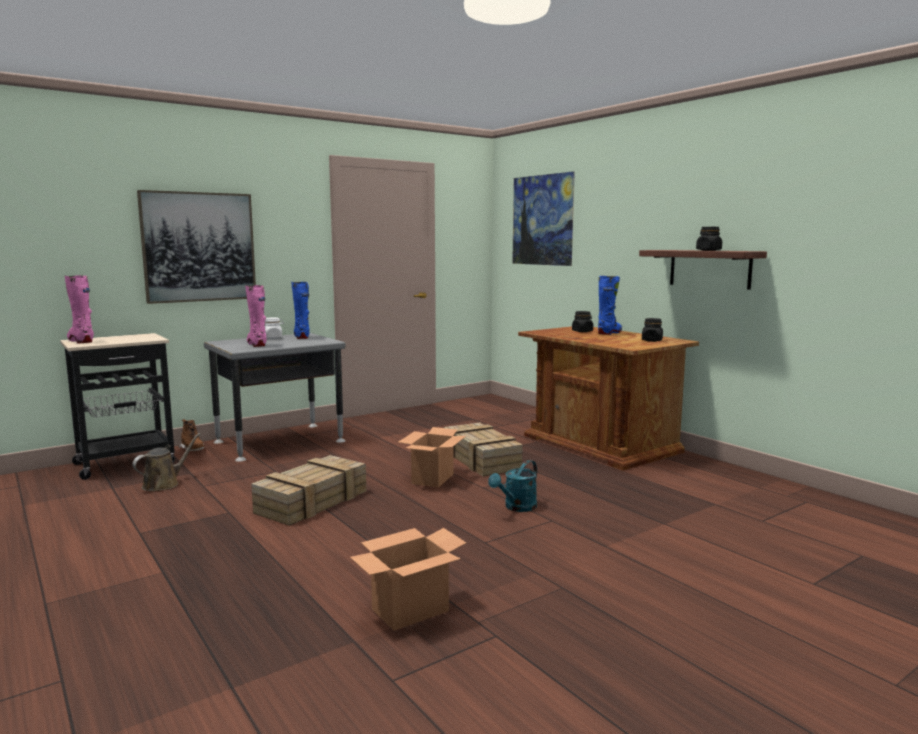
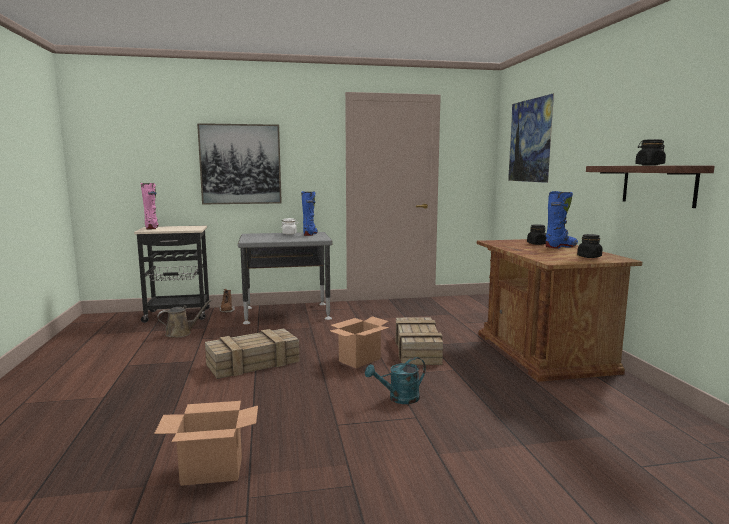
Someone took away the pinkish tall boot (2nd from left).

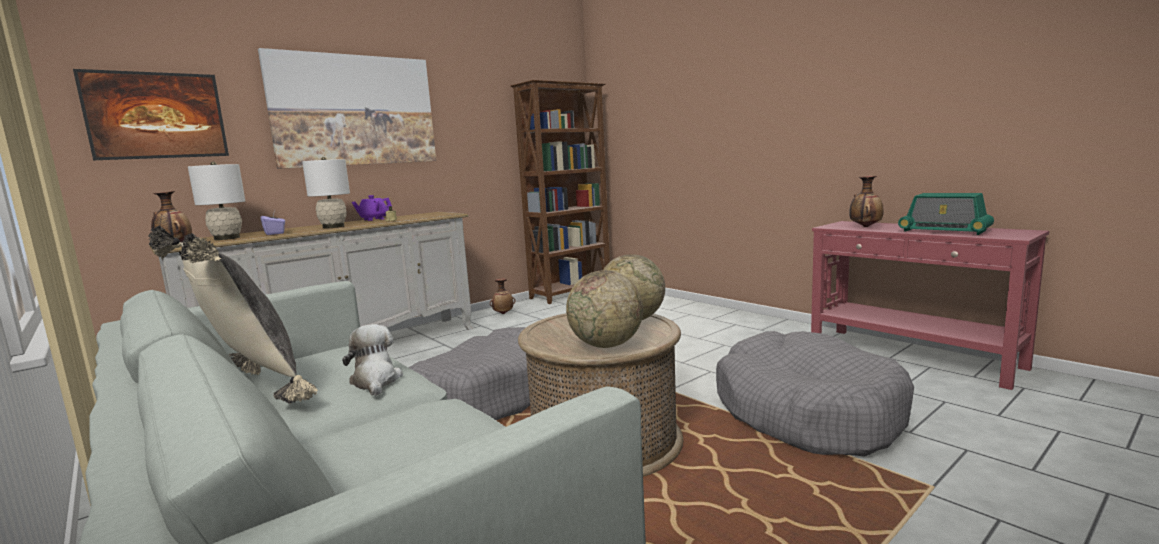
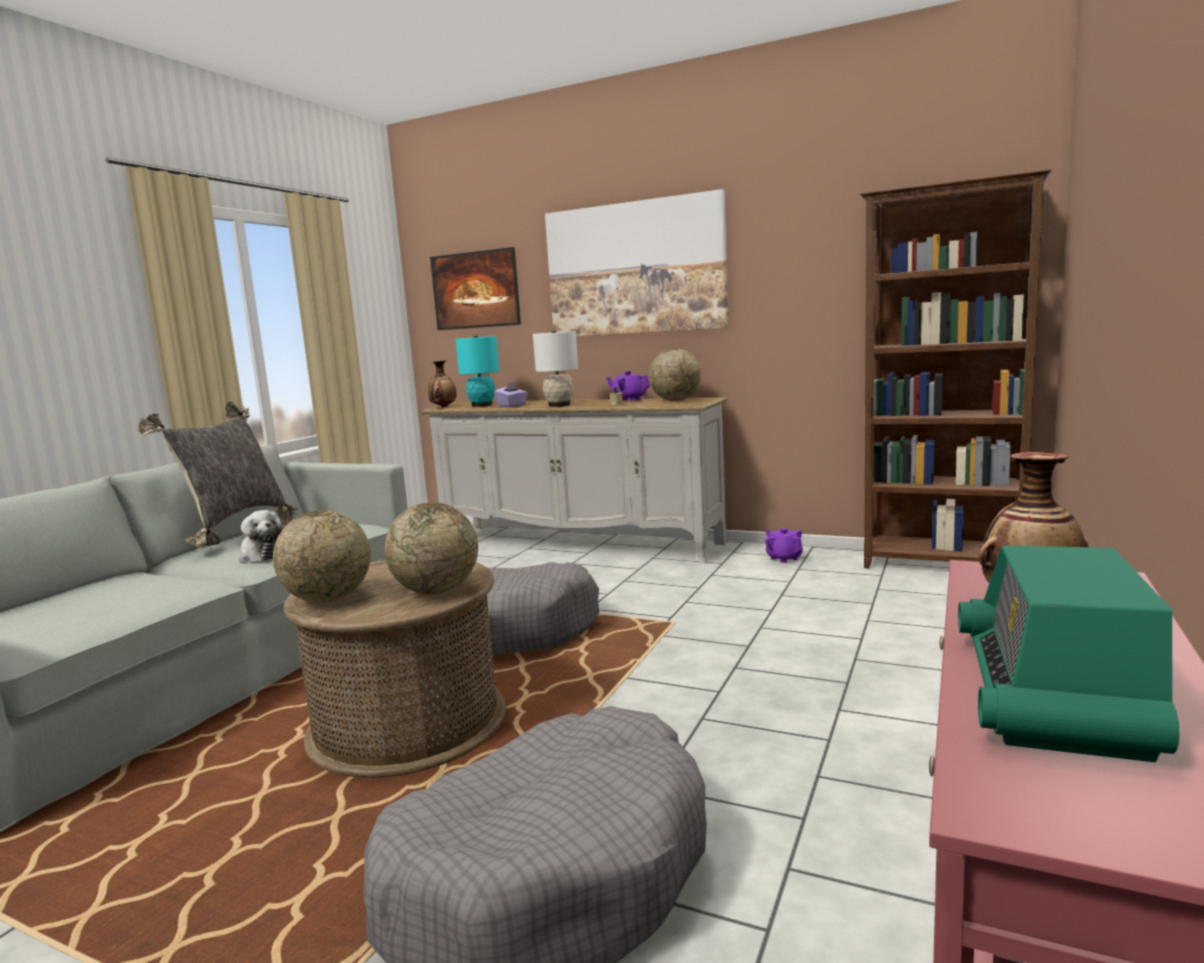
Someone repainted the white tabletop lamp (1st from left), which became the turquoise tabletop lamp.
Someone rotated the soft toy by 90 degrees clockwise.
Someone swapped the decorative vase (2nd from left) for the purple teapot (2nd from left).
Someone put down the world globe (3rd from left).

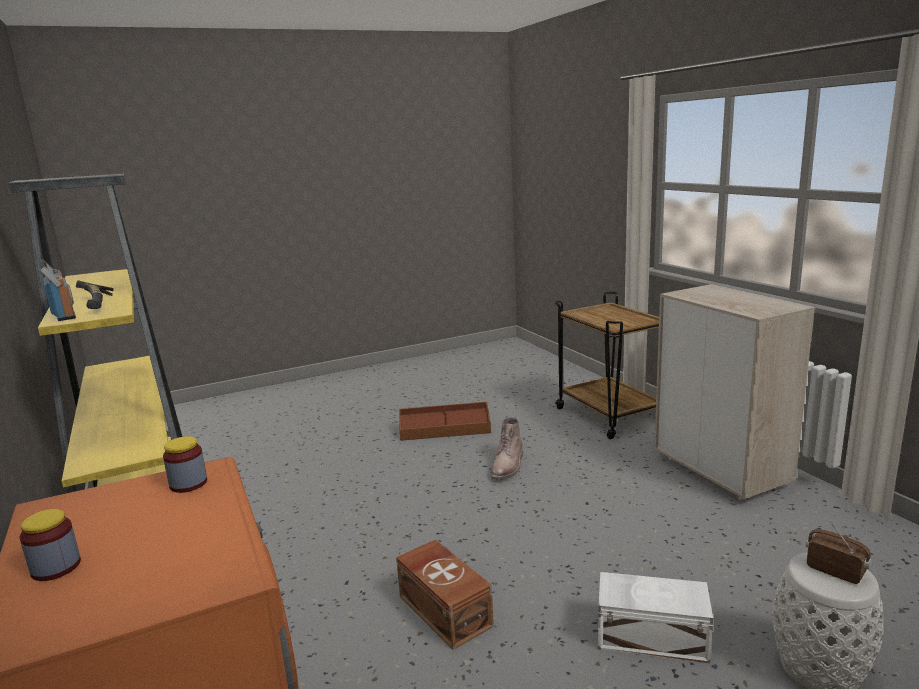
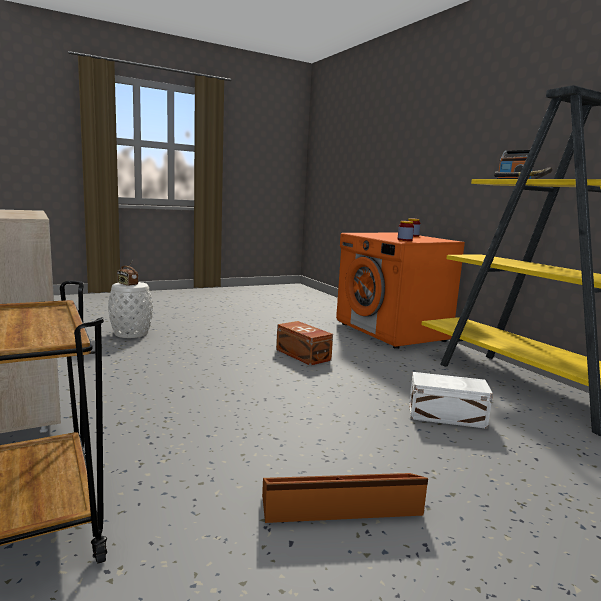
Someone took away the brown tall boot.
Someone carried the white storage bin.

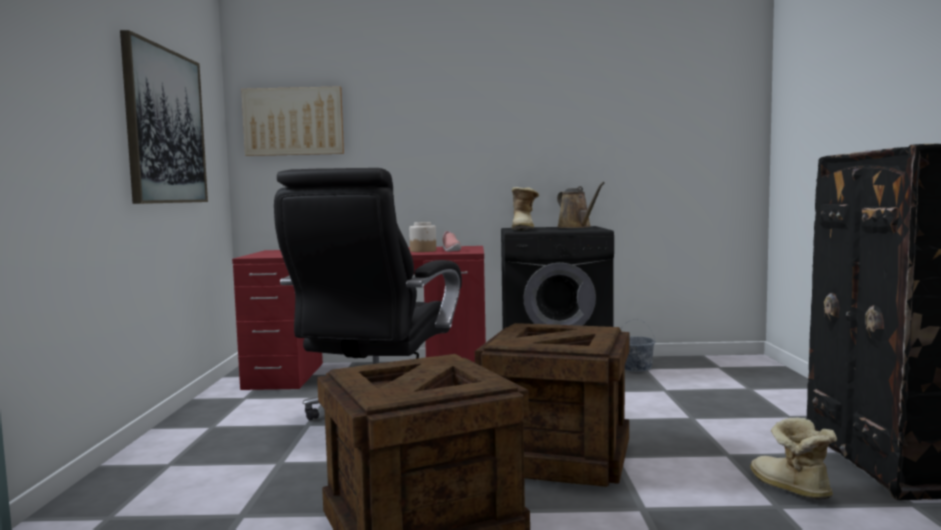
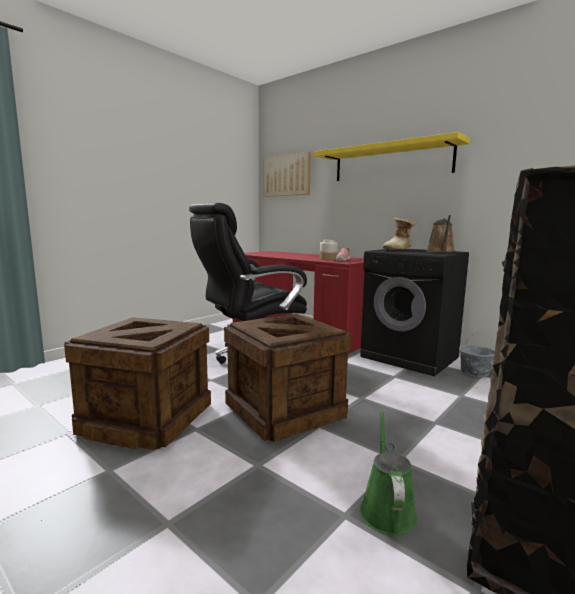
Someone took away the wall picture (1st from left).
Someone swapped the tall boot (2nd from left) for the greenish watering pot.
Someone put up the yellowish bracket shelf.

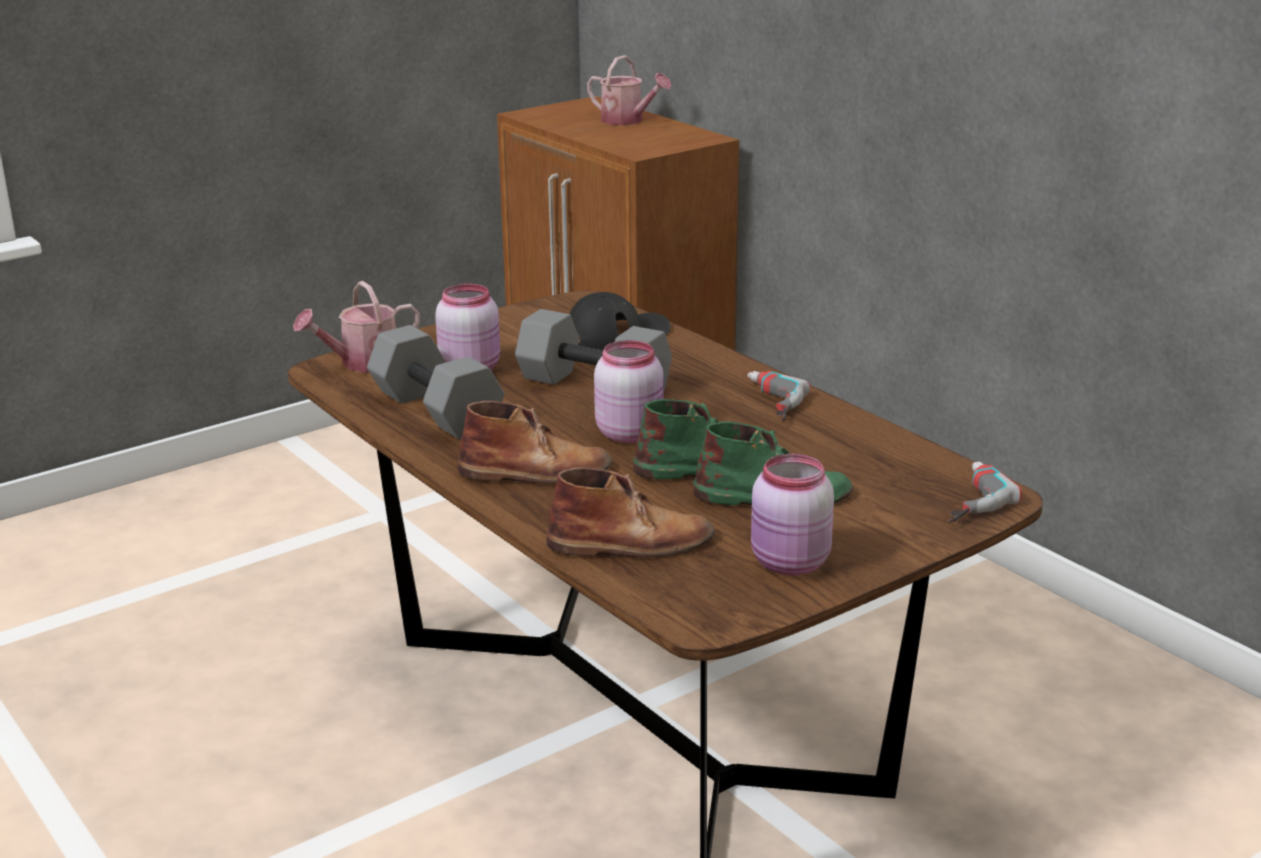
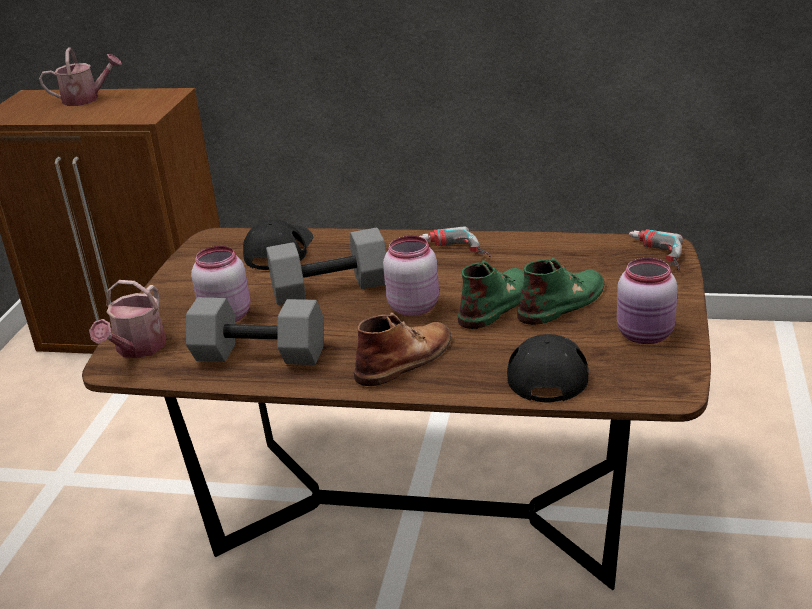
Someone swapped the brown tall boot (2nd from left) for the black-coloured peaked cap (2nd from left).

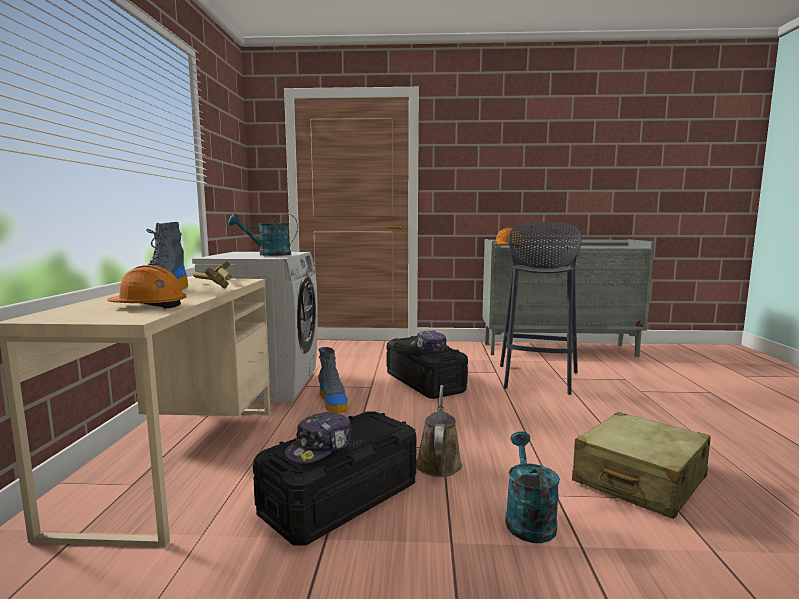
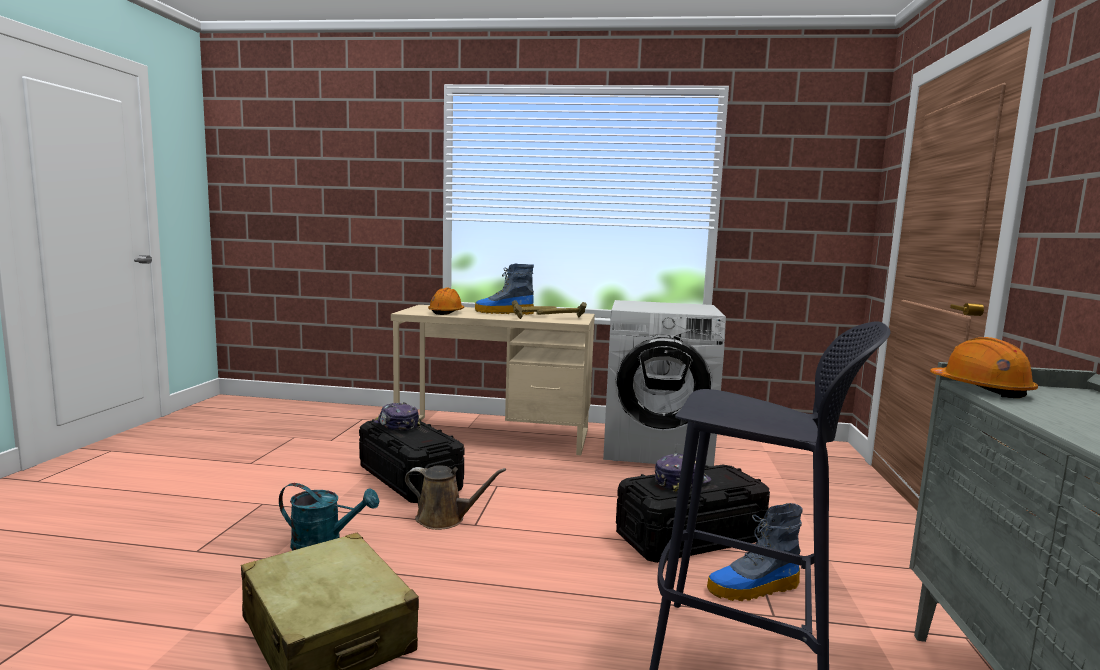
Someone took away the turquoise watering pot (1st from left).
Someone carried the tall boot (2nd from left).

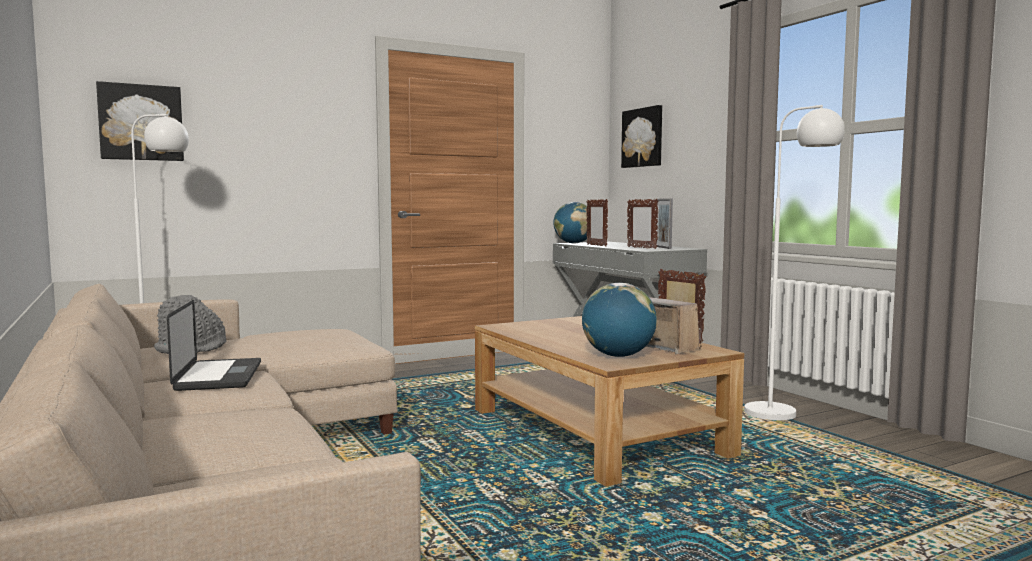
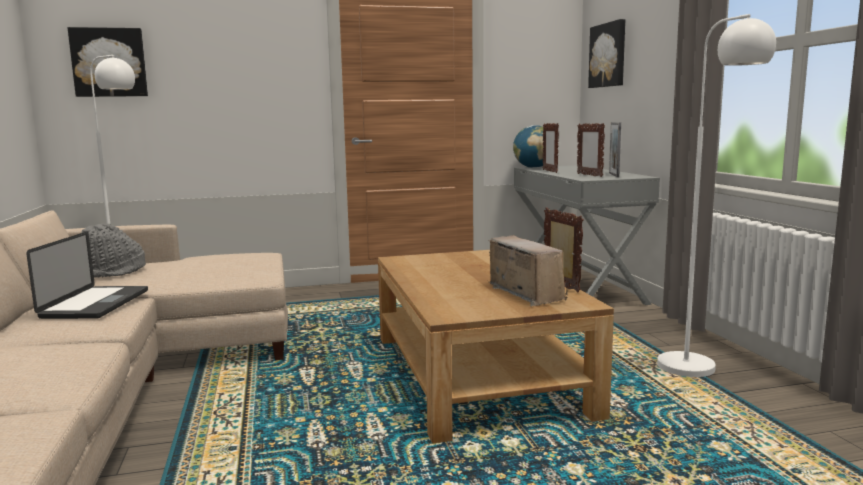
Someone took away the world globe (2nd from left).

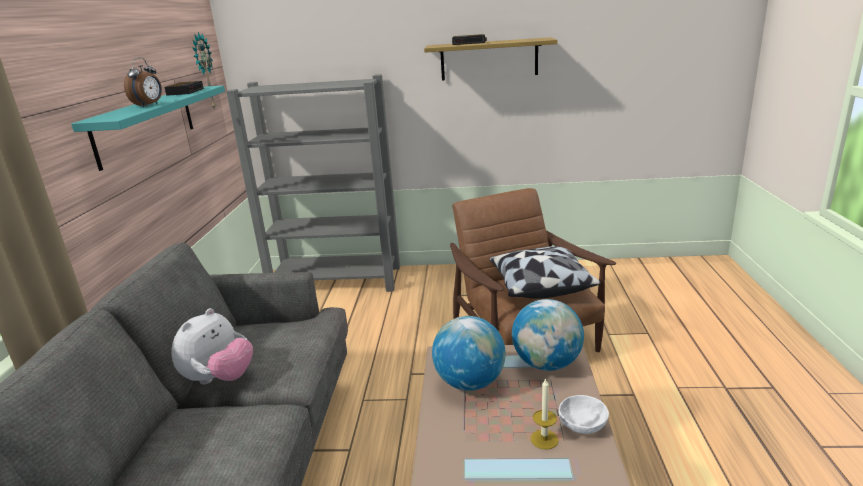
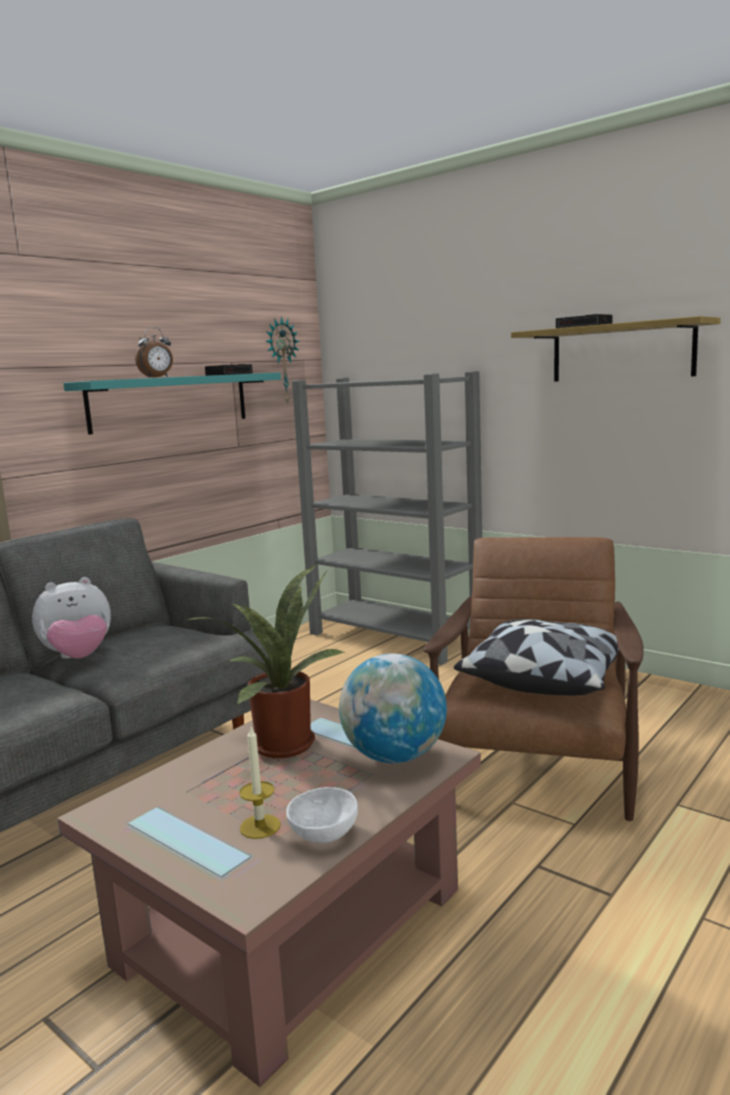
Someone swapped the world globe (1st from left) for the houseplant.

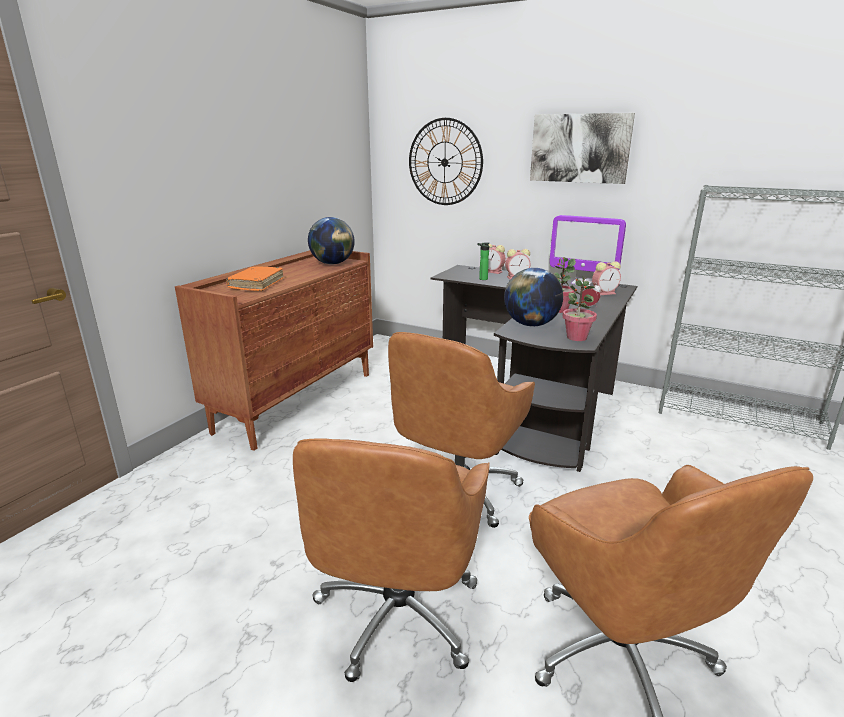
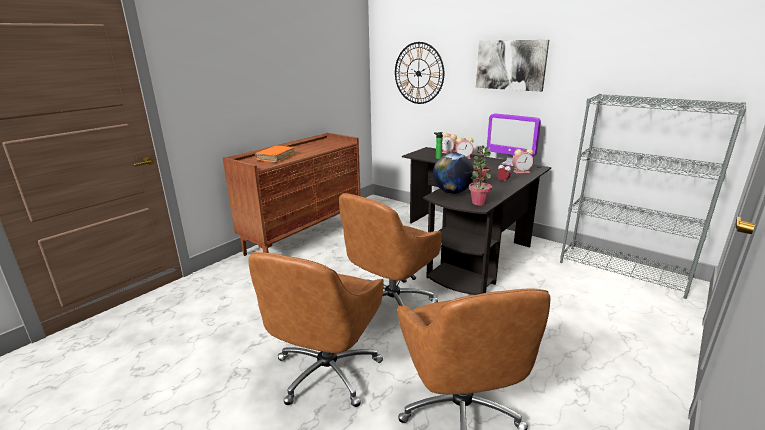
Someone took away the world globe (1st from left).

